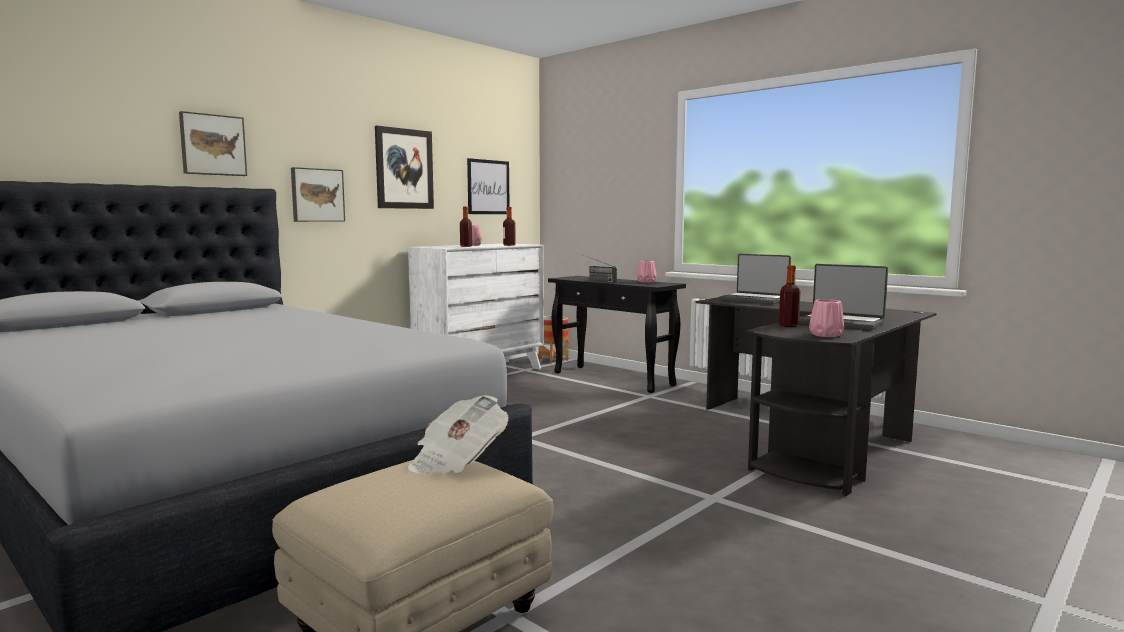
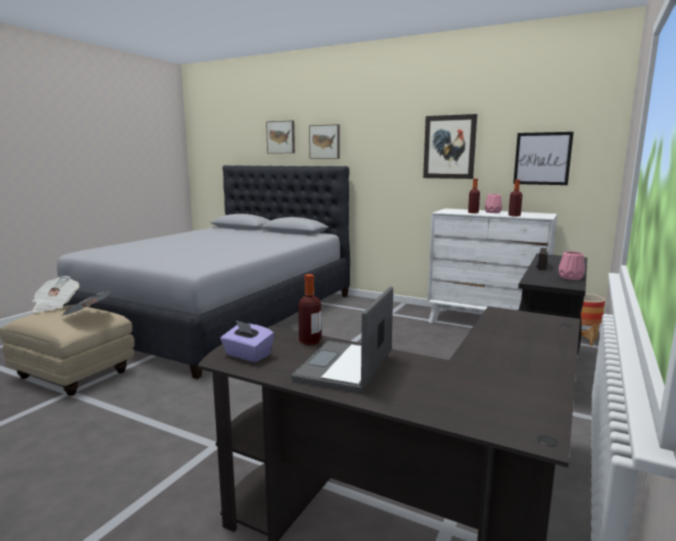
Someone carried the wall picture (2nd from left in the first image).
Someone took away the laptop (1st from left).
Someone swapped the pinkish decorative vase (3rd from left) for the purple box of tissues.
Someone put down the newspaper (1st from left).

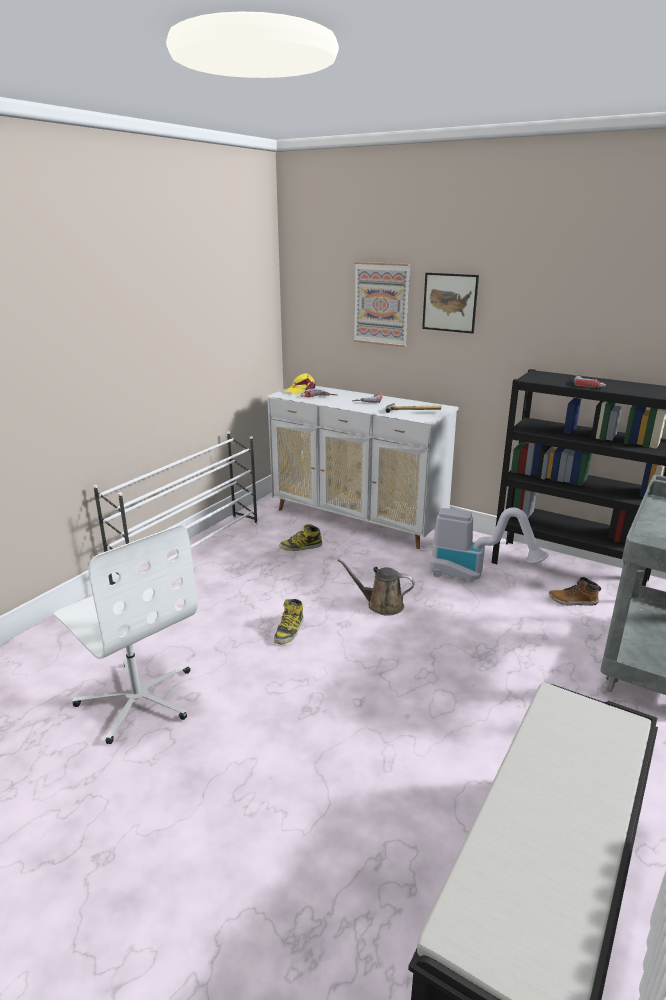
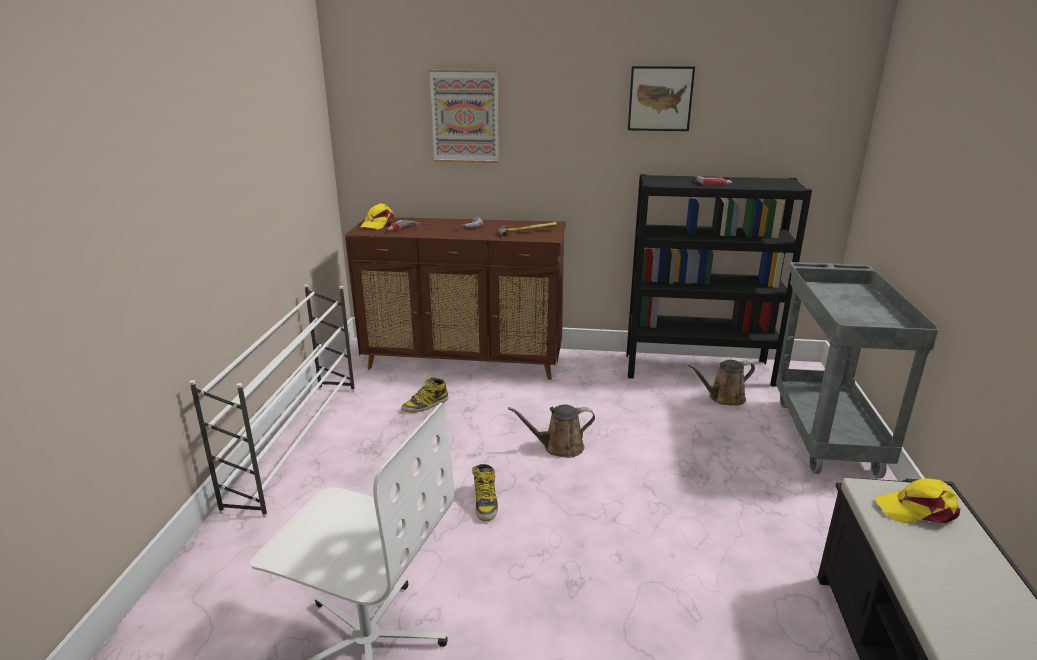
Someone repainted the white cupboard, which became the brown cupboard.
Someone carried the wall picture (2nd from left).
Someone took away the vacuum.
Someone swapped the tall boot (3rd from left) for the brown watering pot (2nd from left).
Someone put down the yellowish peaked cap (2nd from left).

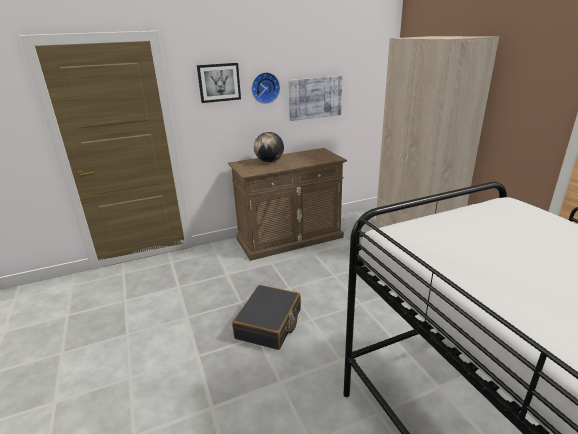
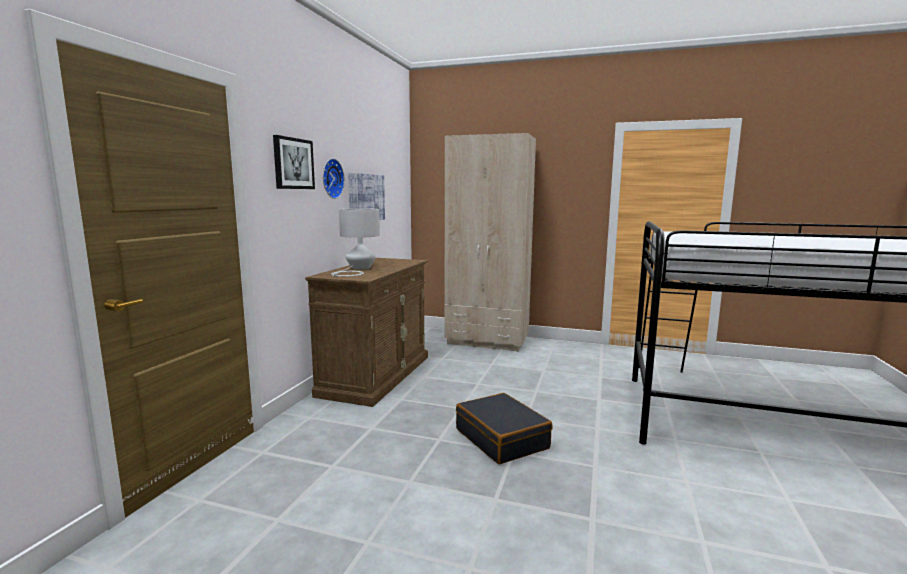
Someone swapped the world globe for the white tabletop lamp.

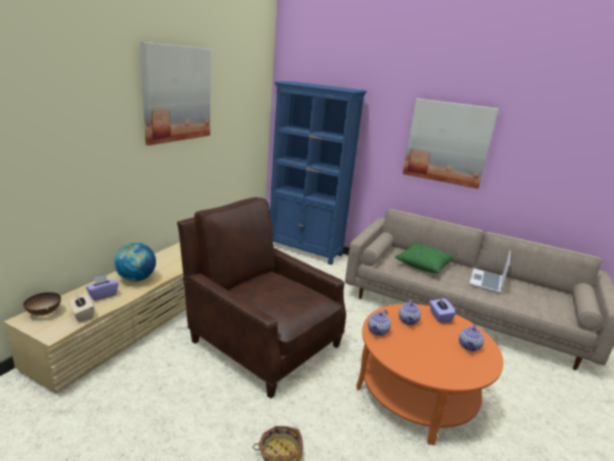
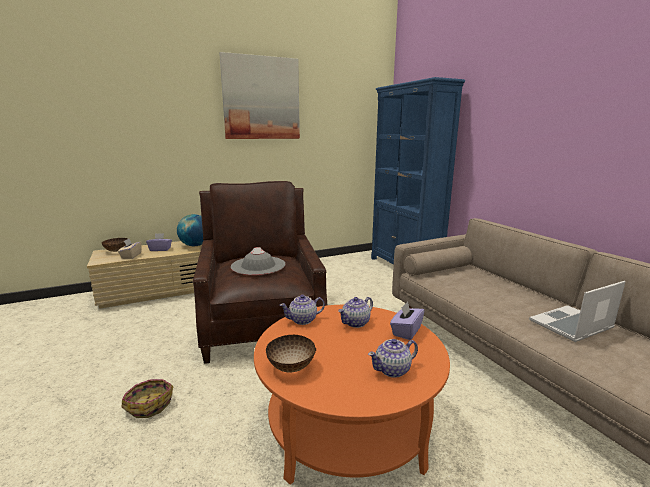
Someone took away the greenish cushion.
Someone took away the wall picture (2nd from left).
Someone put down the greyish hat.
Someone put down the deep dish (2nd from left).

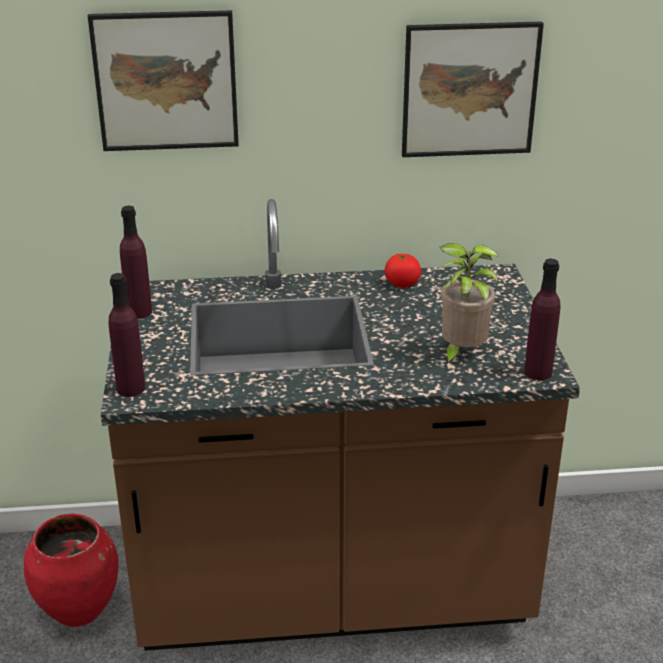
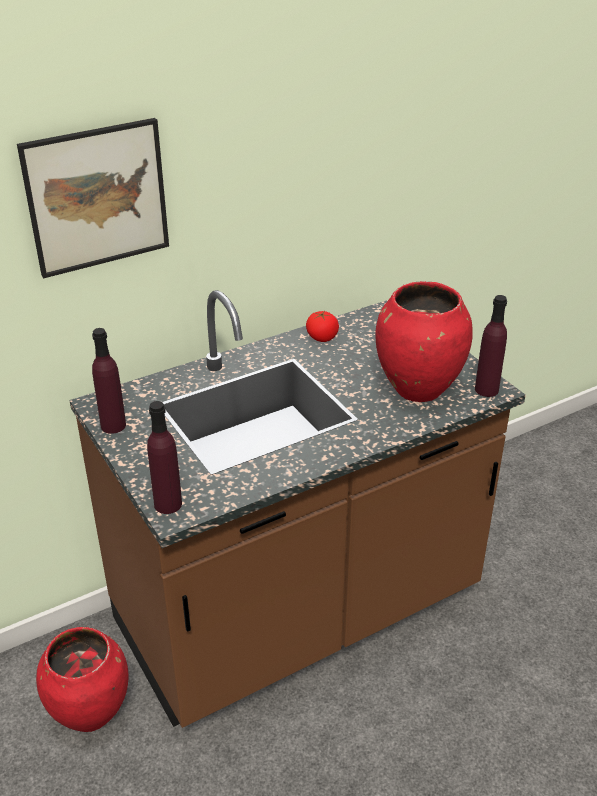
Someone took away the wall picture (2nd from left).
Someone swapped the houseplant for the red-coloured decorative vase (2nd from left).

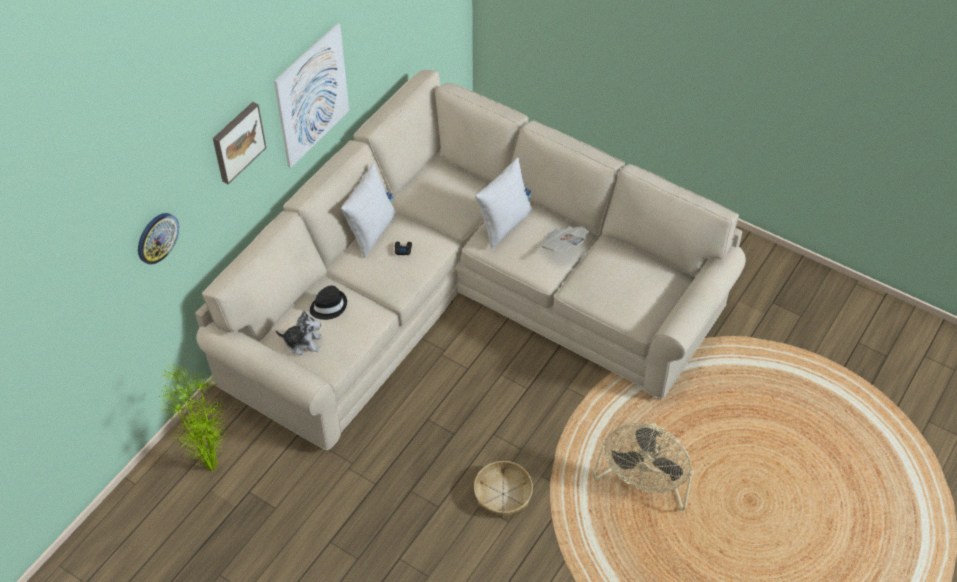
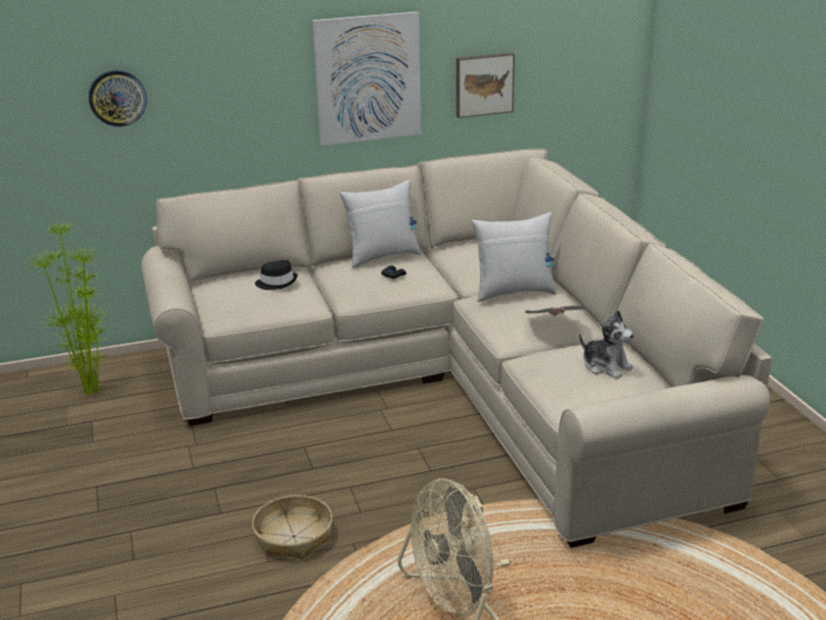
Someone carried the wall picture (1st from left in the first image).
Someone carried the soft toy.

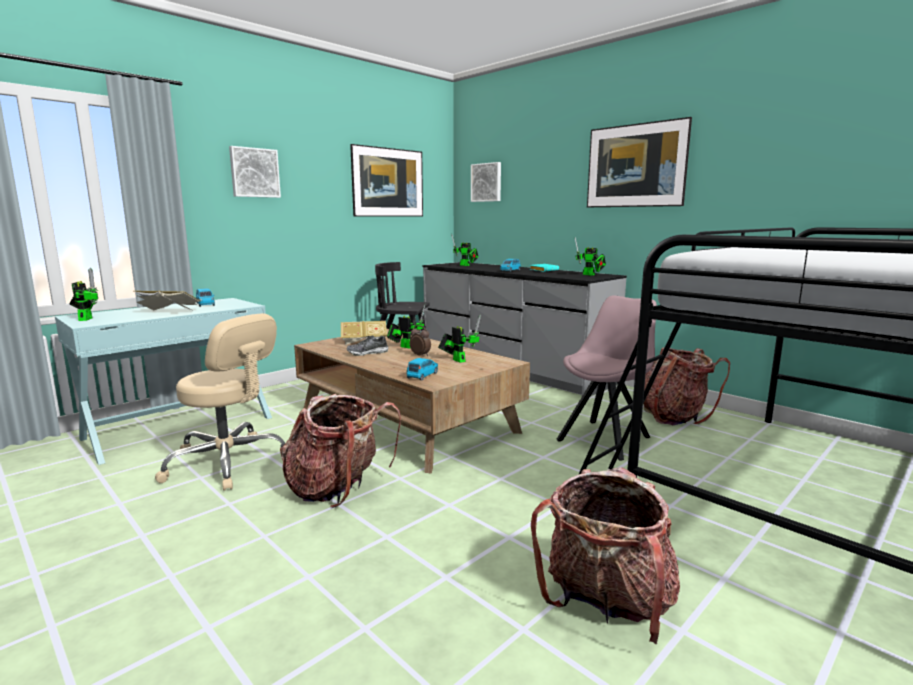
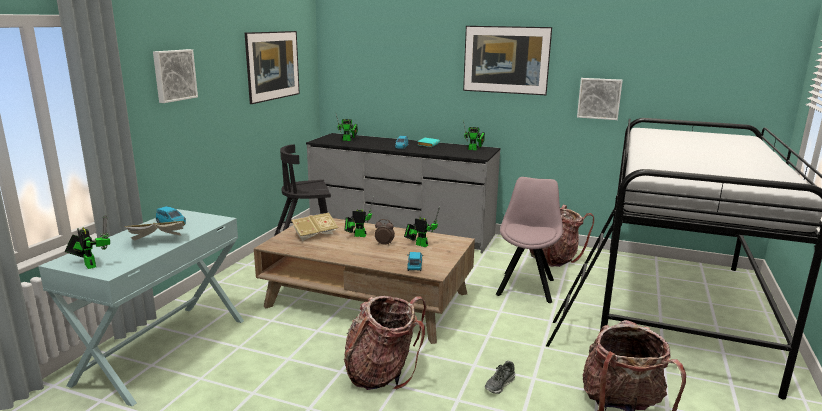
Someone took away the beige-coloured desk chair.
Someone carried the item of footwear.
Someone carried the wall picture (3rd from left in the first image).

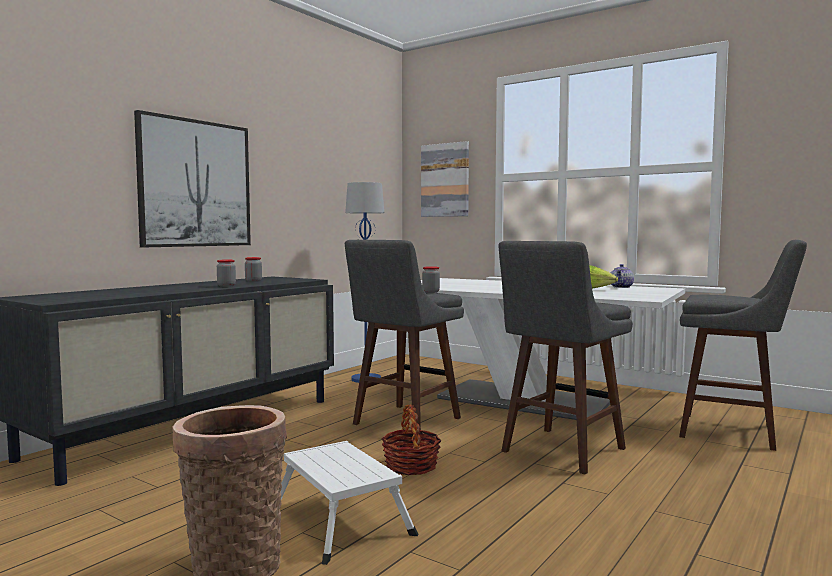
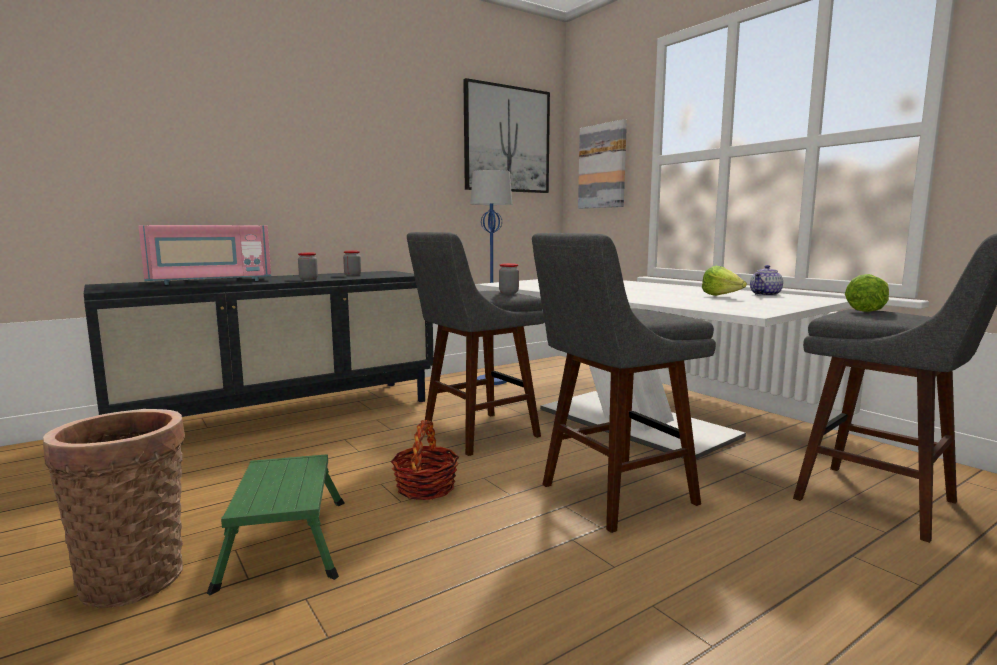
Someone carried the wall picture (1st from left).
Someone repainted the white stepladder, which became the greenish stepladder.
Someone put down the pinkish microwave oven.
Someone put down the lettuce (2nd from left).

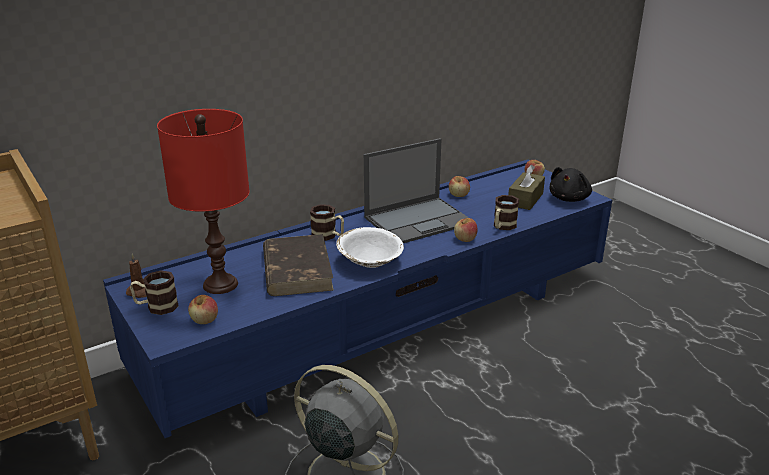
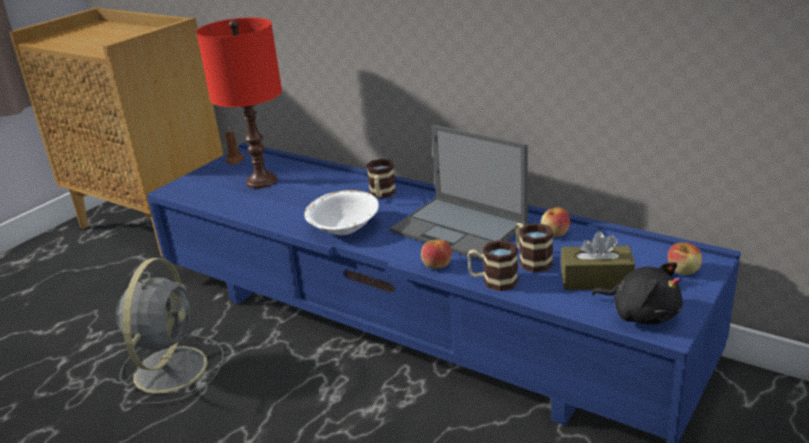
Someone carried the coffee mug (1st from left in the first image).
Someone took away the apple fruit (1st from left).
Someone took away the brown volume.
Someone rotated the black-coloured soft toy by 150 degrees counterclockwise.

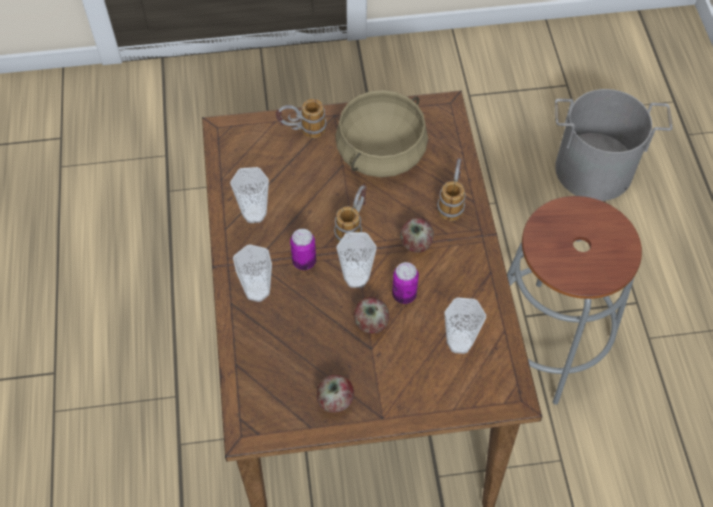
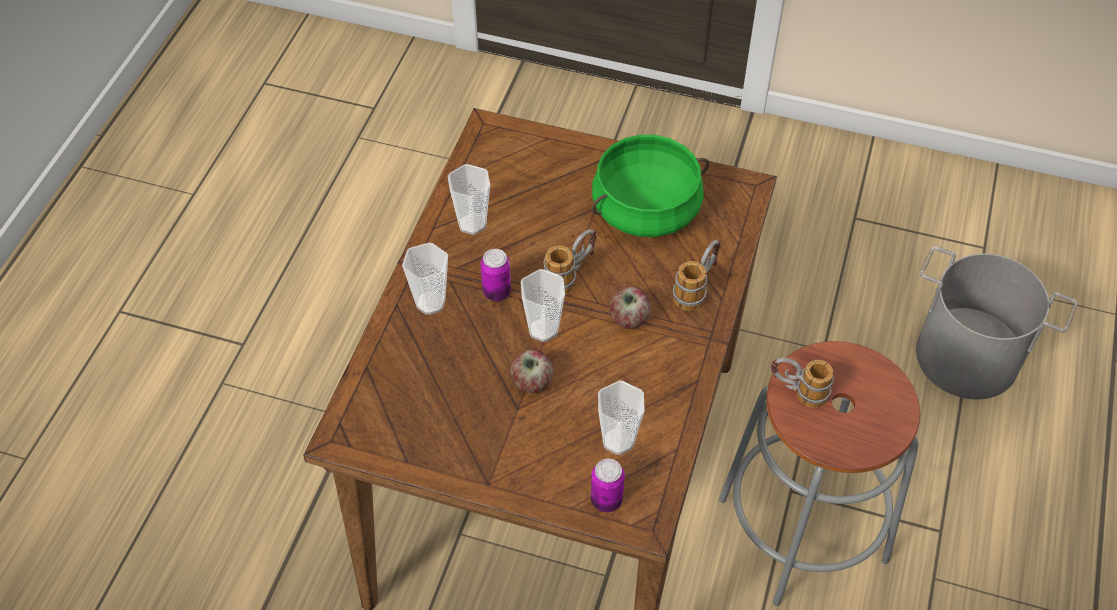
Someone carried the coffee mug (1st from left in the first image).
Someone took away the apple fruit (1st from left).
Someone repainted the beige-coloured saucepot, which became the greenish saucepot.
Someone carried the sealed can (2nd from left).

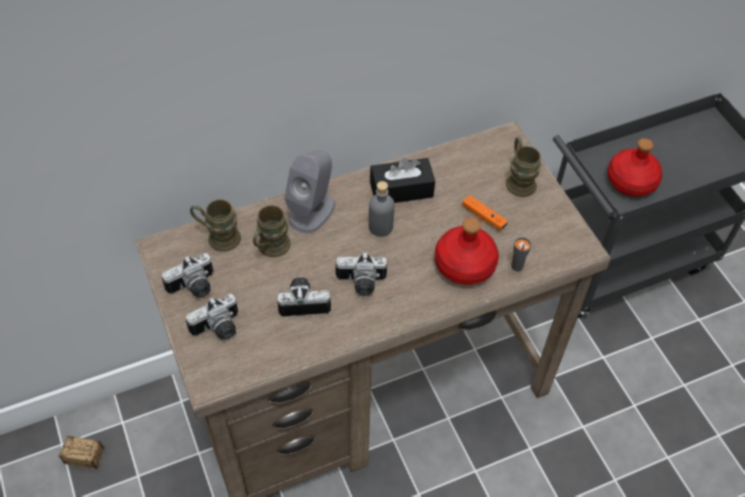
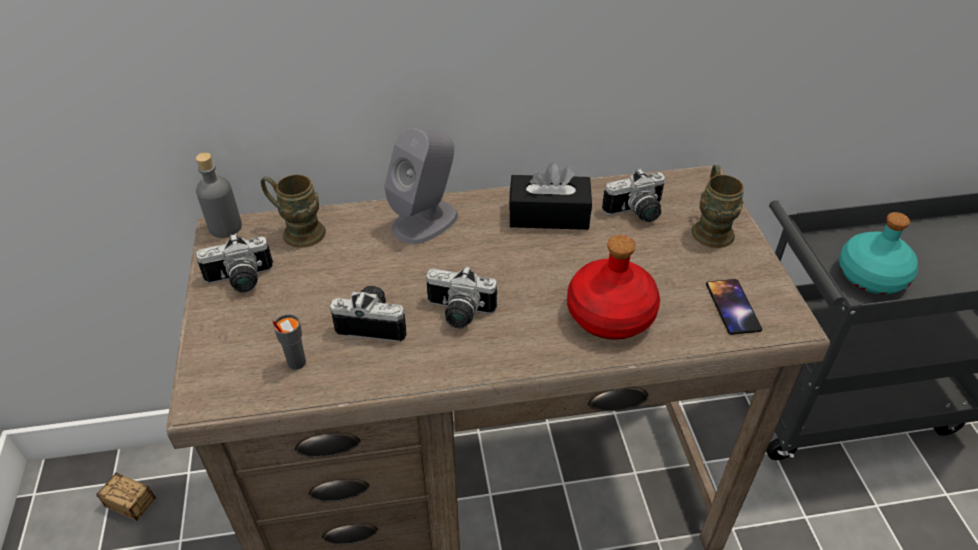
Someone carried the photo camera (2nd from left in the first image).
Someone took away the brown coffee mug (2nd from left).
Someone carried the greyish drink bottle.
Someone took away the orange game controller.
Someone carried the greyish cup.
Someone repainted the red-coloured drink bottle (2nd from left), which became the turquoise drink bottle.
Someone put down the handset.

